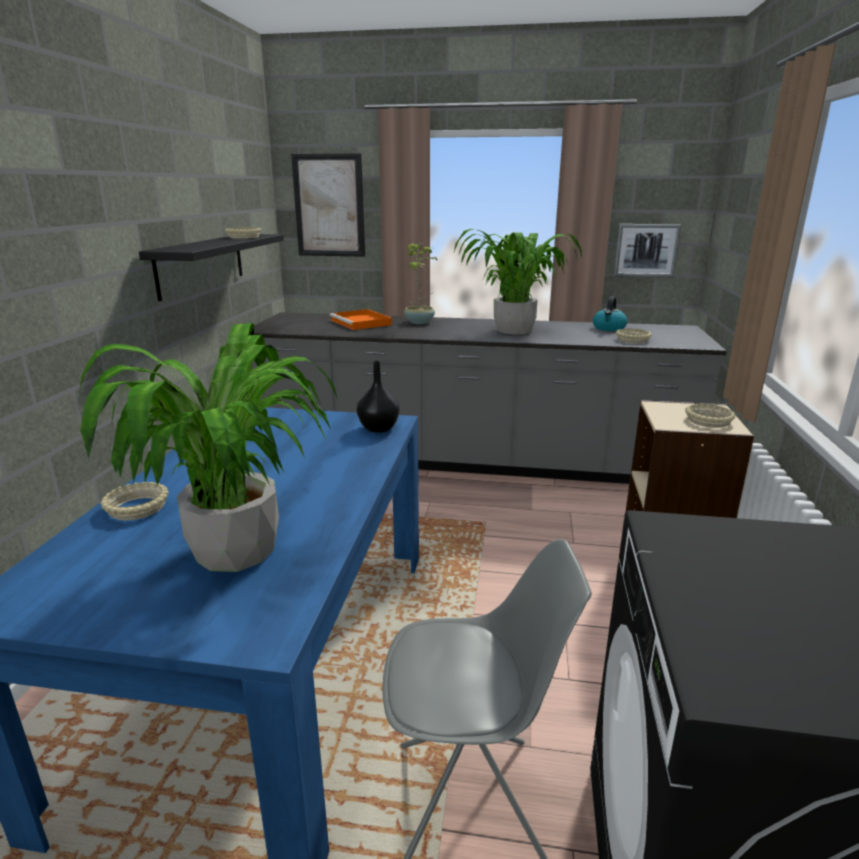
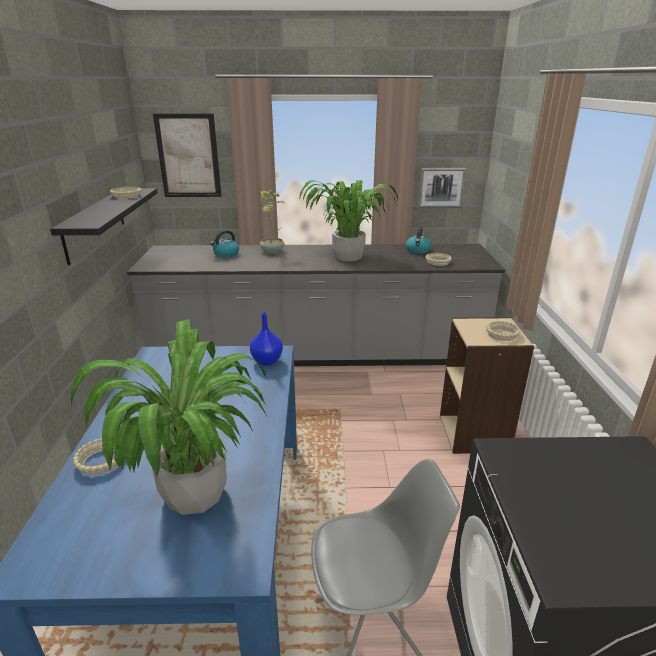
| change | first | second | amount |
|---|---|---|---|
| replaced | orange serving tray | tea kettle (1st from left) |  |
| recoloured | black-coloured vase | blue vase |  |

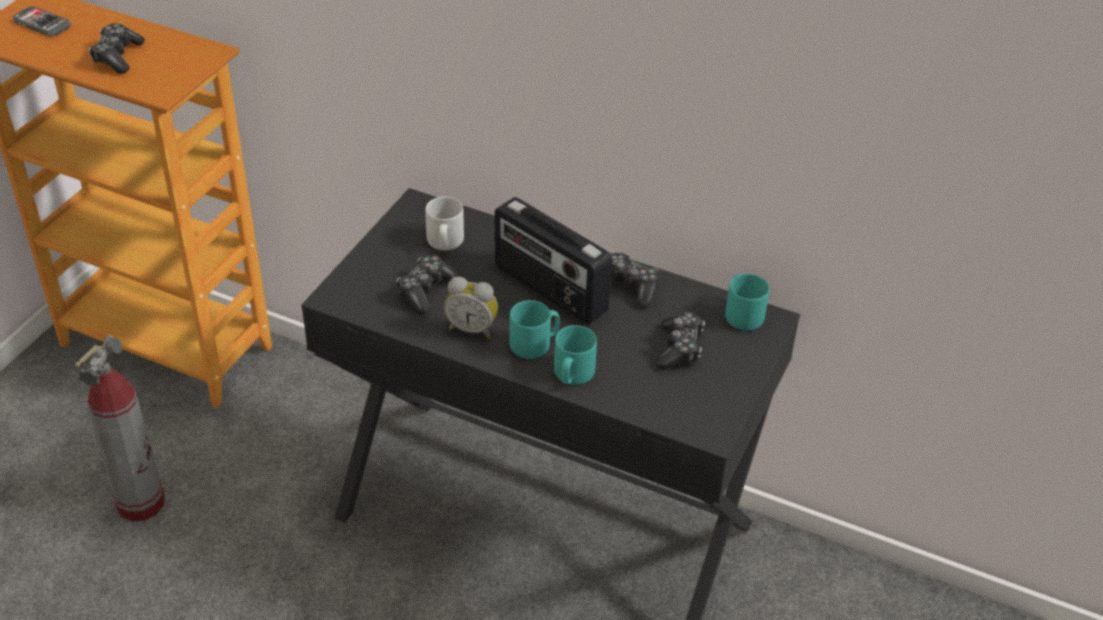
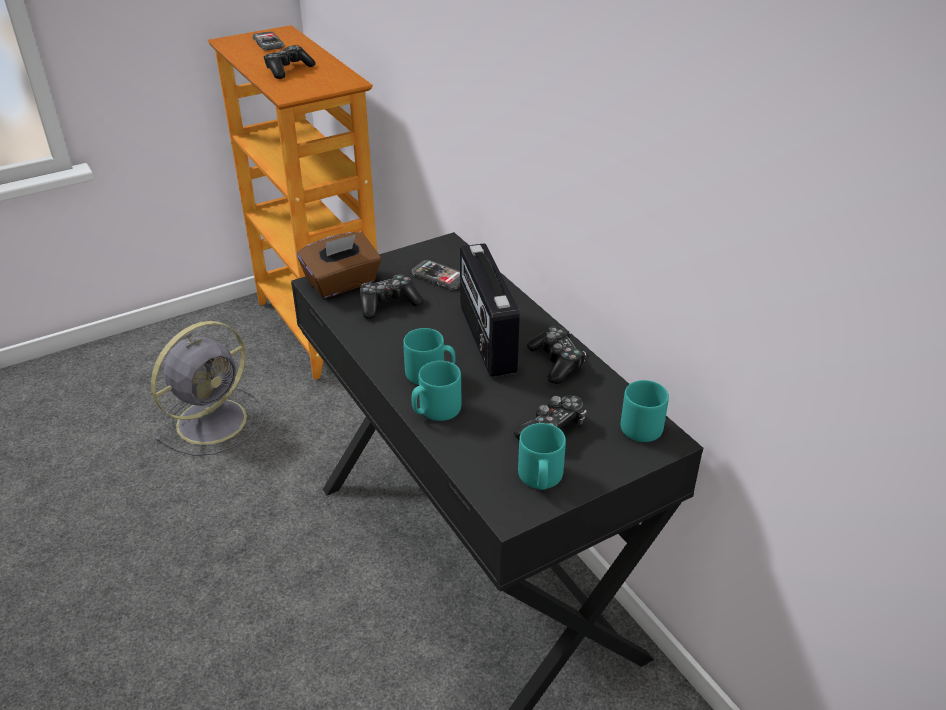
| change | first | second | amount |
|---|---|---|---|
| replaced | fire-fighting cylinder | greyish cooling fan |  |
| added |  | brownish tissue holder |  |
| replaced | greyish tea mug | telephone (2nd from left) |  |
| added |  | turquoise tea mug (3rd from left) |  |
| removed | table clock |  |  |

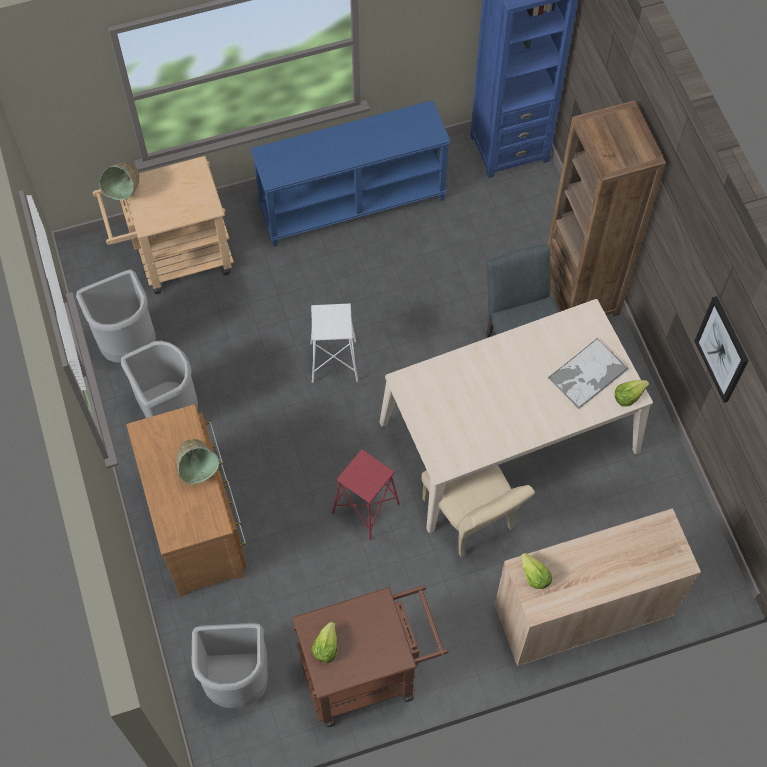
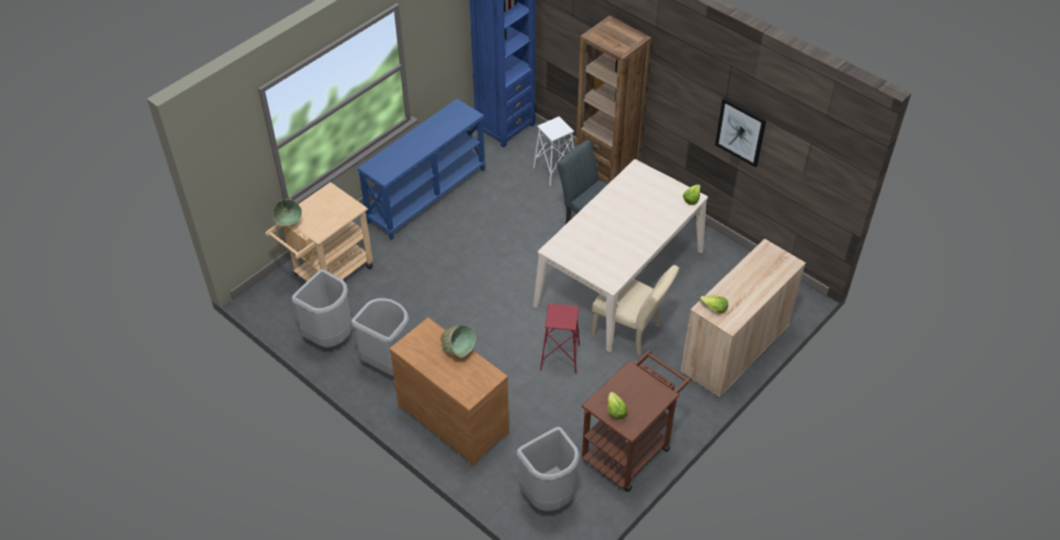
| change | first | second | amount |
|---|---|---|---|
| moved | whitish stool |  |  |
| removed | serving tray |  |  |

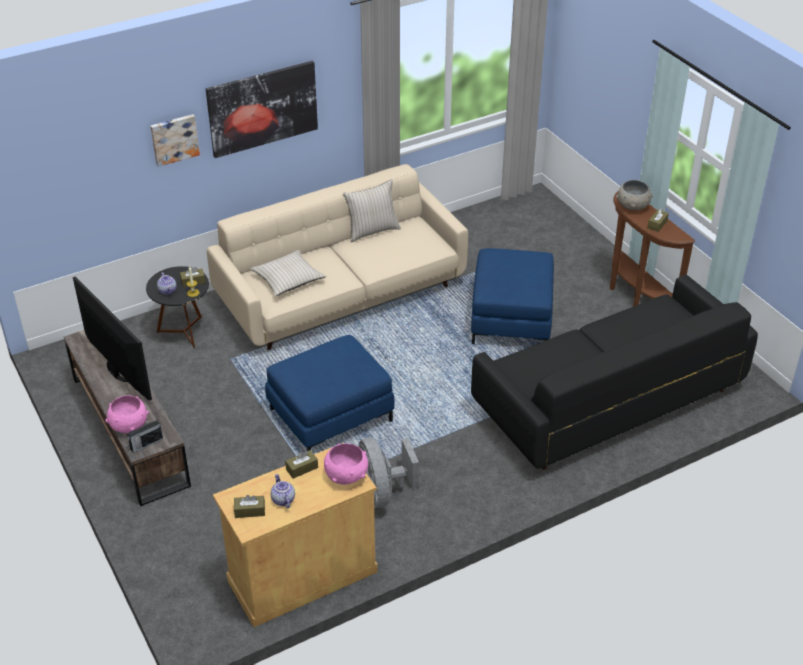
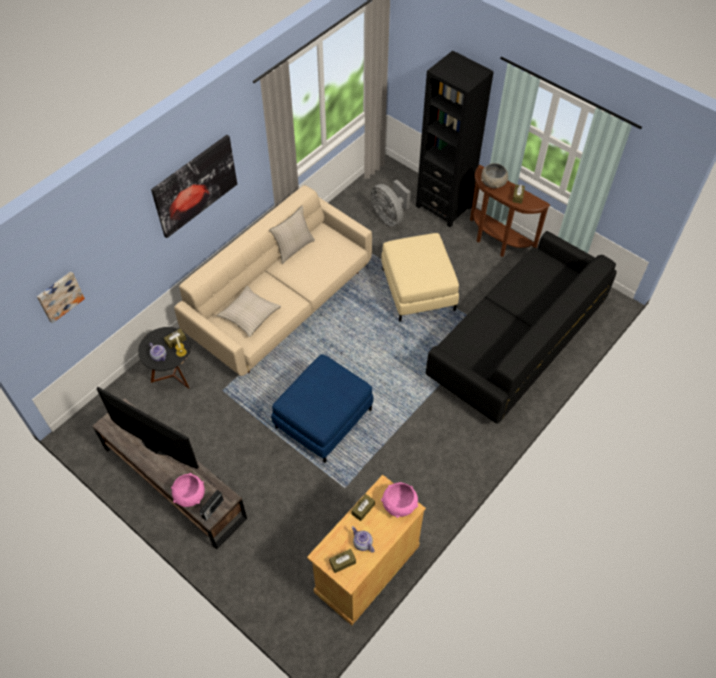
| change | first | second | amount |
|---|---|---|---|
| moved | picture (1st from left) |  |  |
| moved | greyish cooling fan |  |  |
| recoloured | blue footrest (2nd from left) | sand-coloured footrest |  |
| added |  | black-coloured bookcase |  |

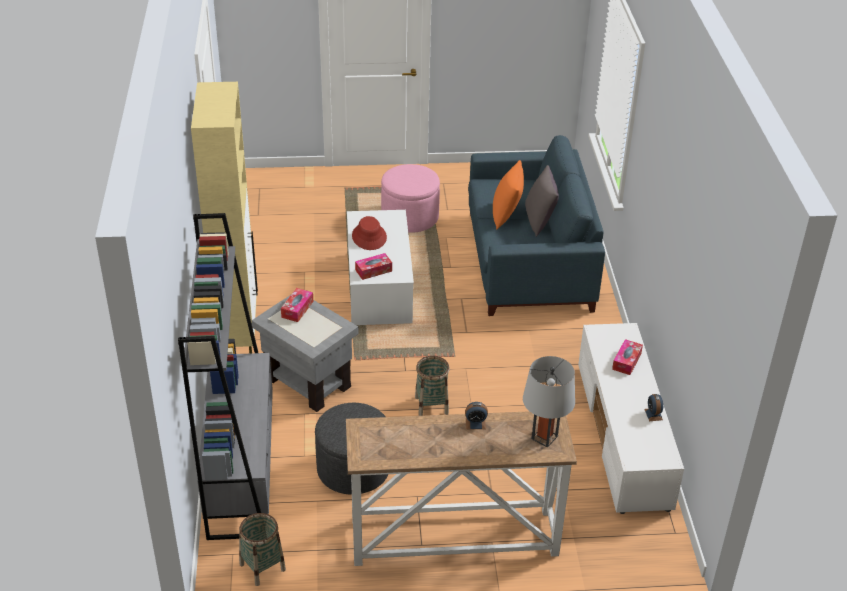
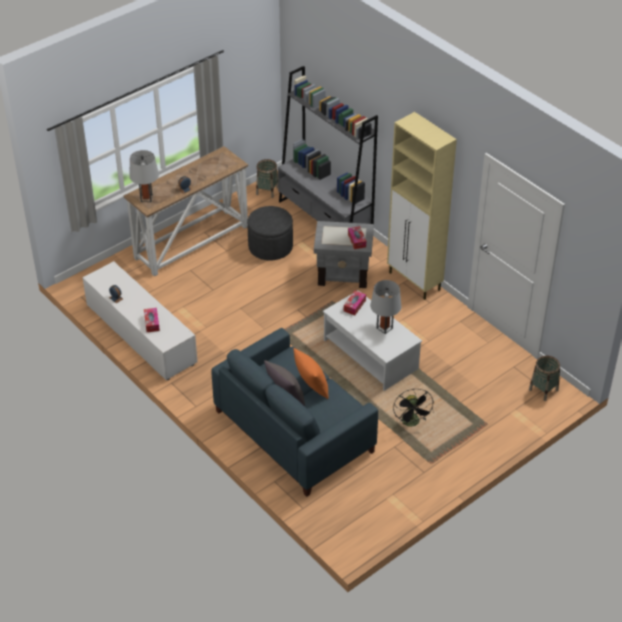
| change | first | second | amount |
|---|---|---|---|
| replaced | red wearable hat | greyish table lamp (2nd from left) |  |
| replaced | pink footrest | black-coloured cooling fan |  |
| moved | household basket (2nd from left) |  |  |

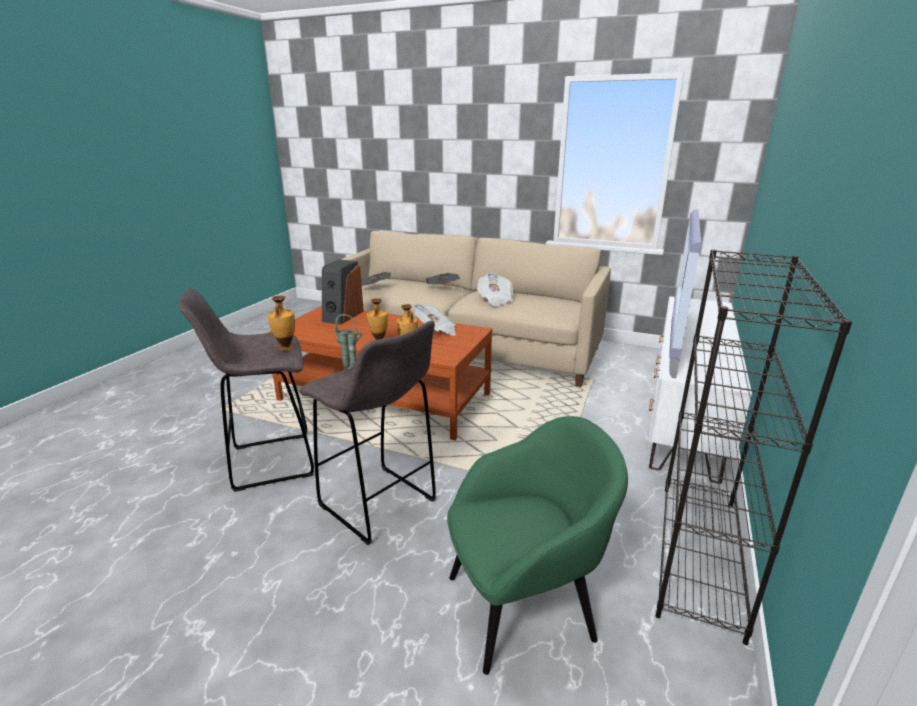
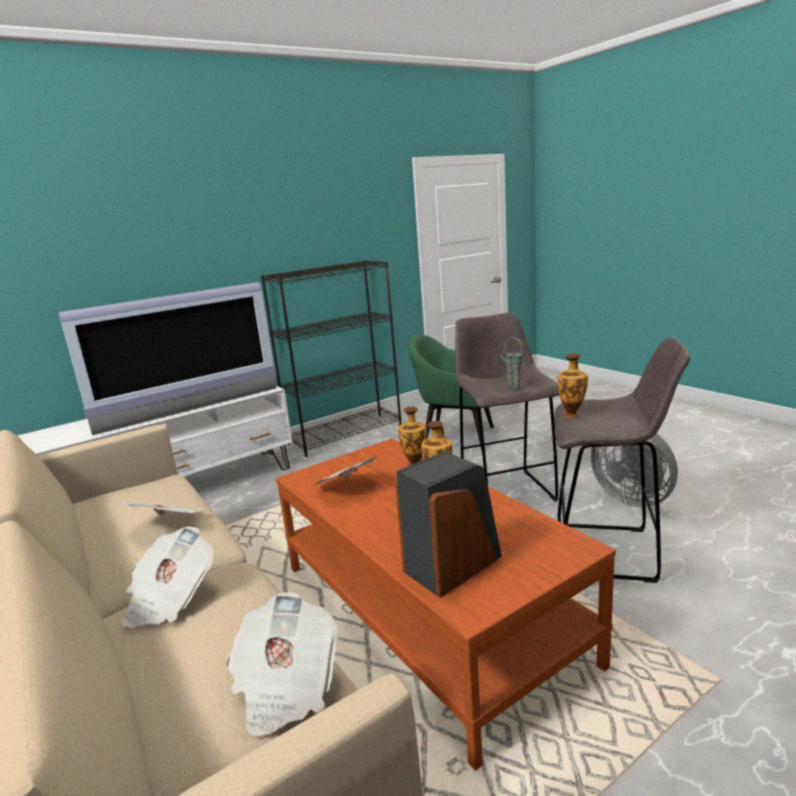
| change | first | second | amount |
|---|---|---|---|
| added |  | greyish cooling fan |  |

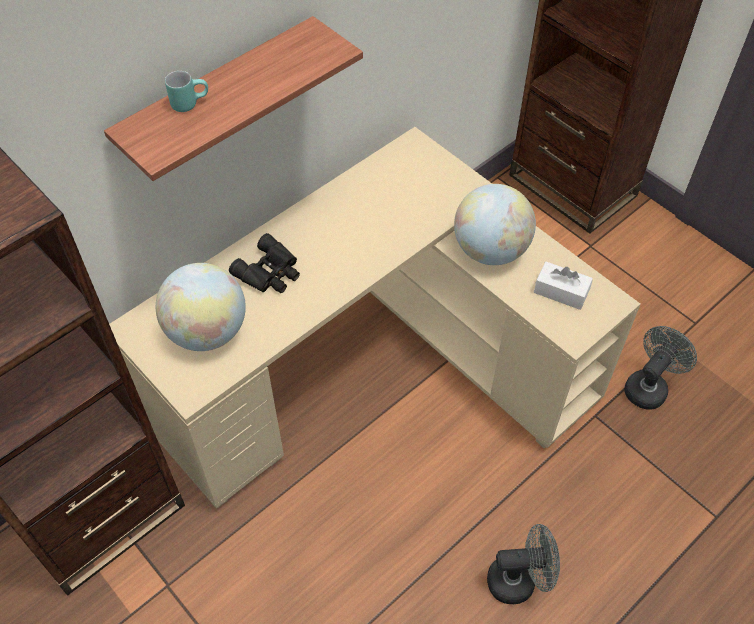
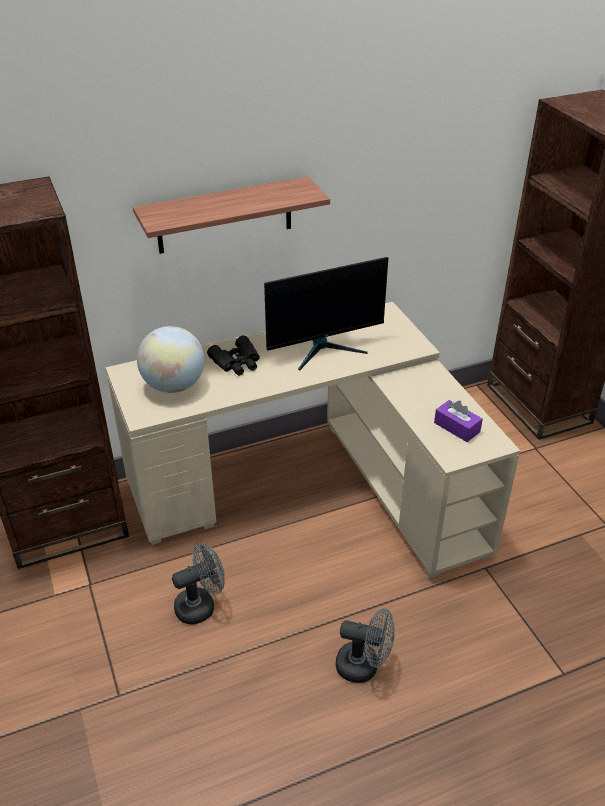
| change | first | second | amount |
|---|---|---|---|
| moved | greyish cooling fan (2nd from left in the first image) | greyish cooling fan (1st from left) |  |
| added |  | monitor |  |
| recoloured | whitish tissue holder | purple-coloured tissue holder |  |
| removed | turquoise tea mug |  |  |
| removed | world globe (2nd from left) |  |  |

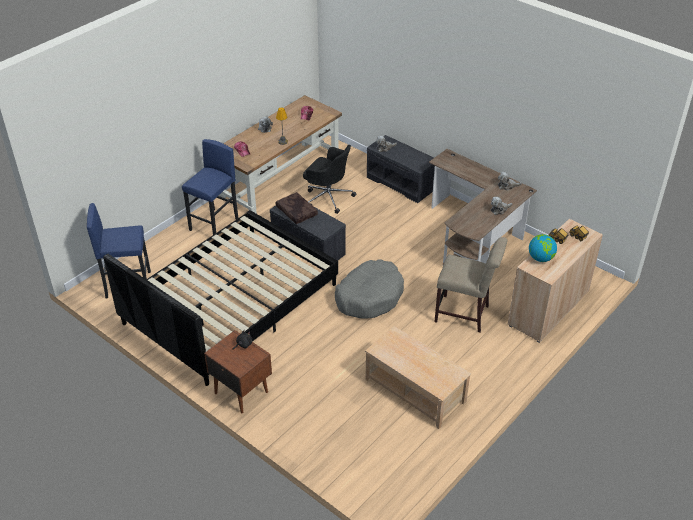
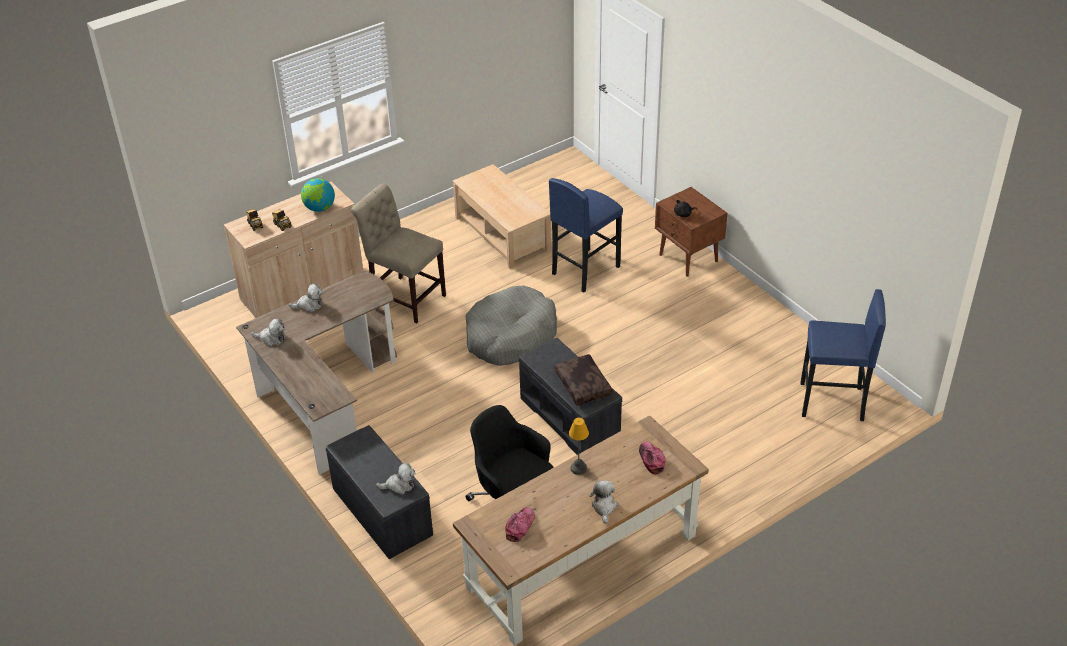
| change | first | second | amount |
|---|---|---|---|
| moved | blue stool (2nd from left in the first image) | blue stool (1st from left) |  |
| removed | black-coloured bedroom bed |  |  |

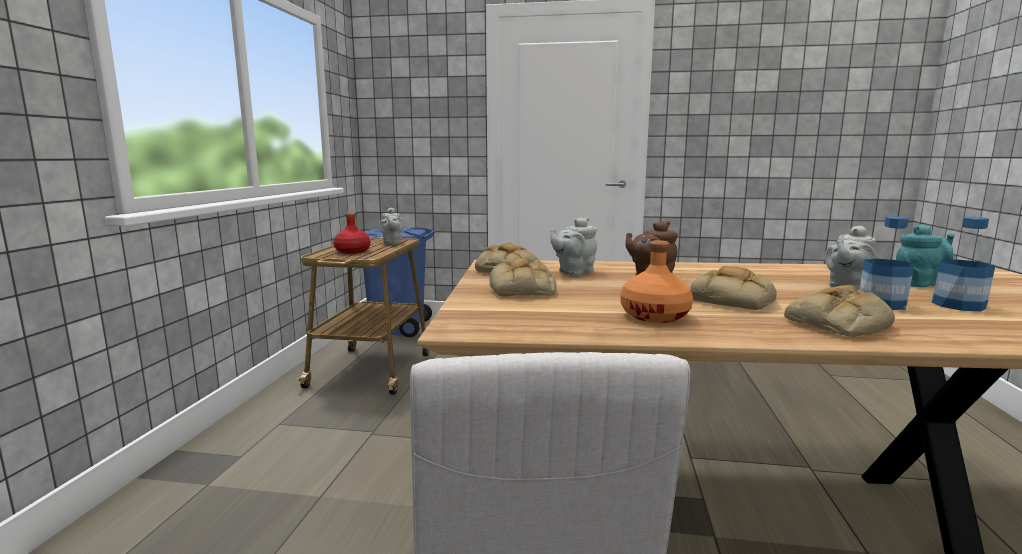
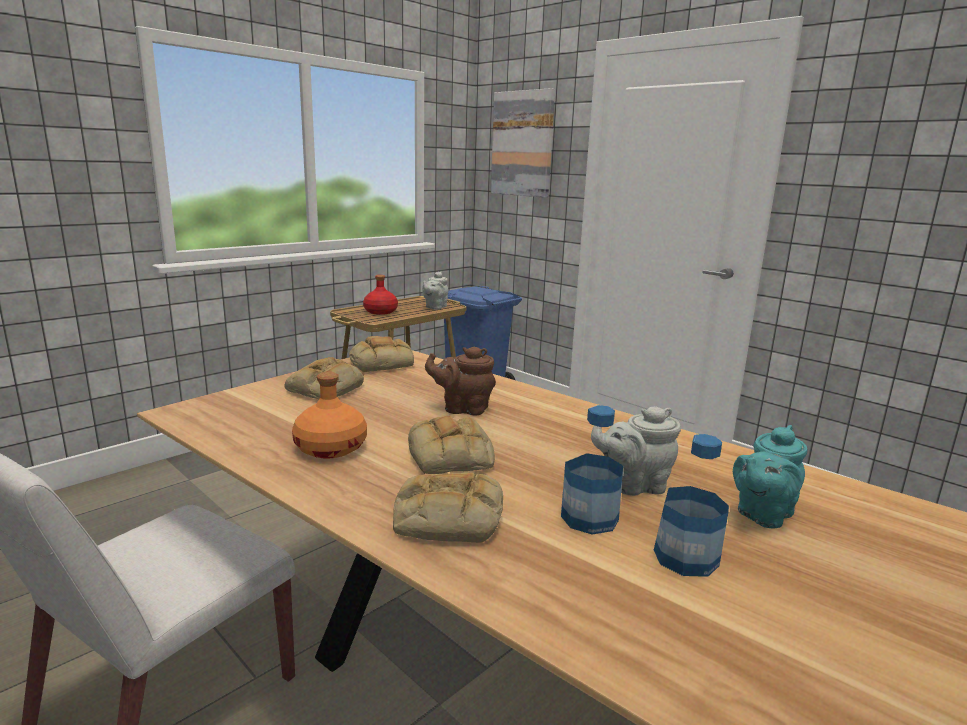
| change | first | second | amount |
|---|---|---|---|
| added |  | picture |  |
| turned | turquoise tea pot |  | 120 degrees clockwise |
| removed | greyish tea pot (2nd from left) |  |  |

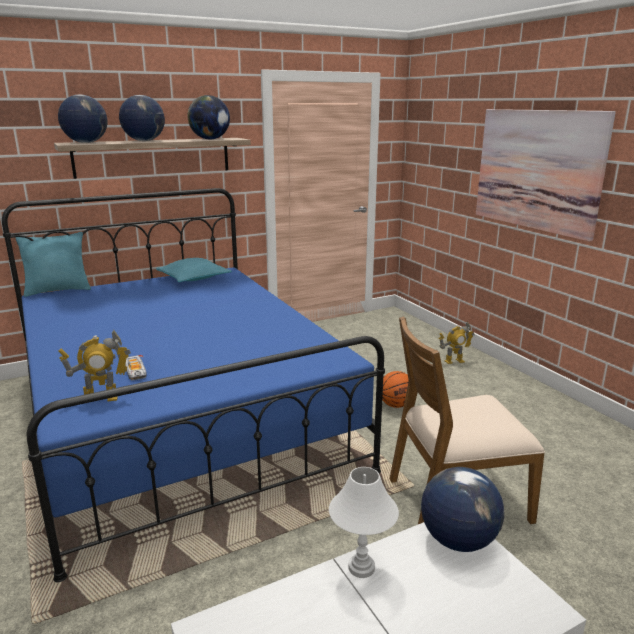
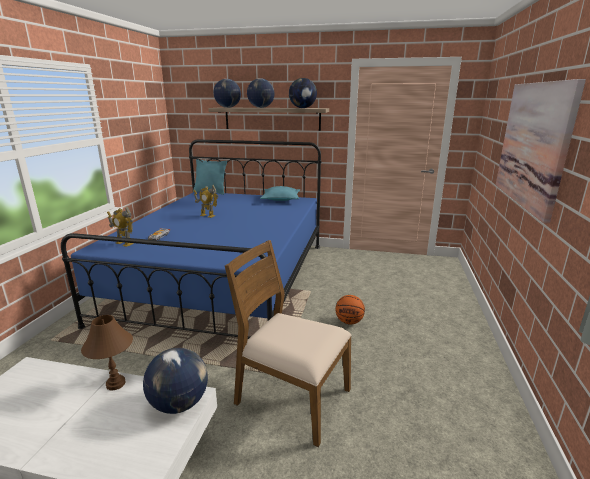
| change | first | second | amount |
|---|---|---|---|
| recoloured | whitish table lamp | brownish table lamp |  |
| moved | model robot (2nd from left) |  |  |

